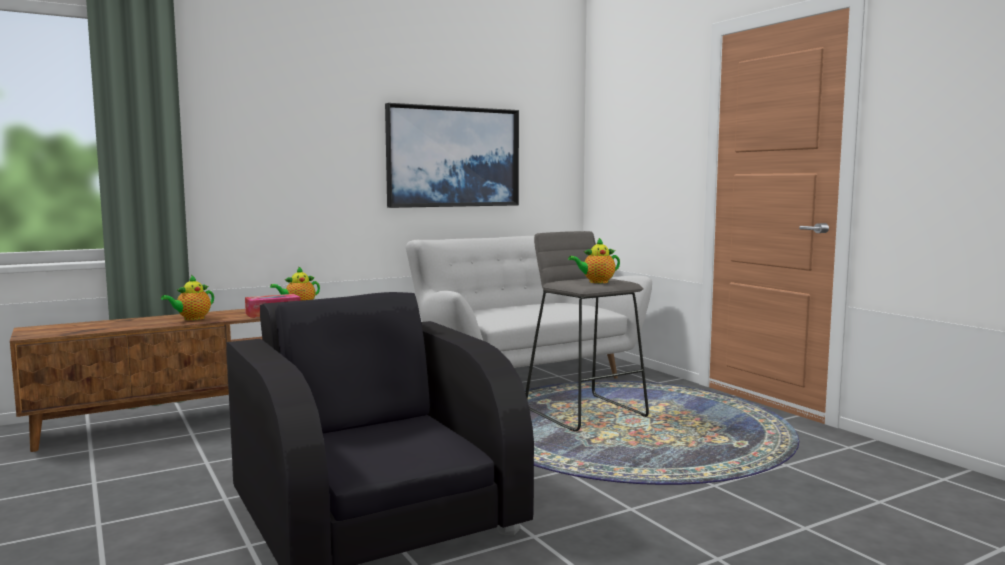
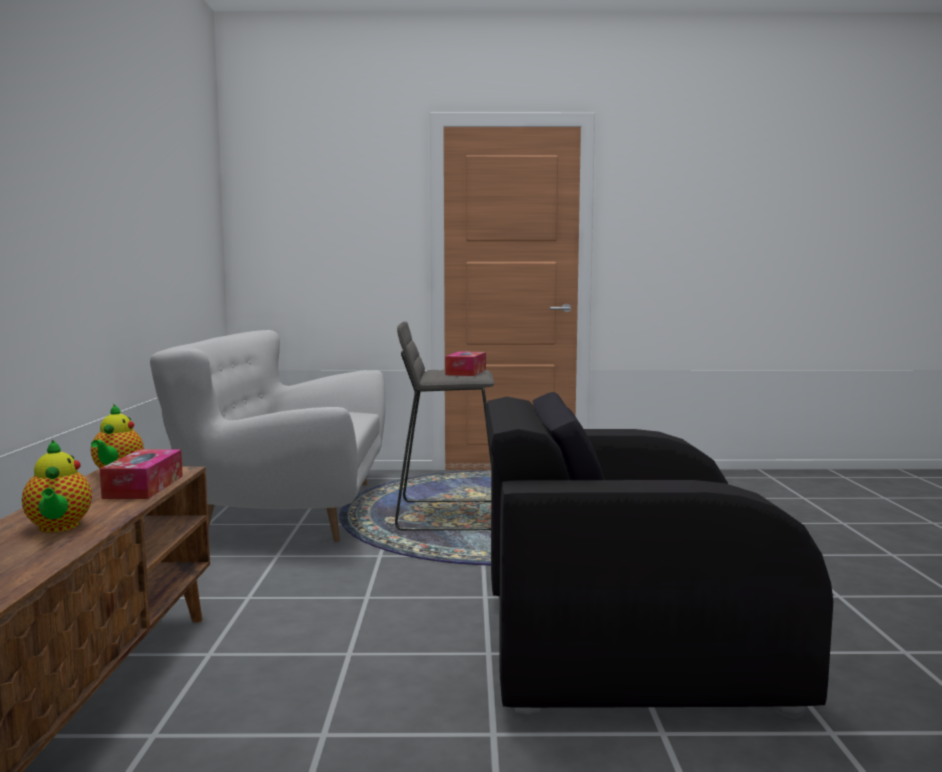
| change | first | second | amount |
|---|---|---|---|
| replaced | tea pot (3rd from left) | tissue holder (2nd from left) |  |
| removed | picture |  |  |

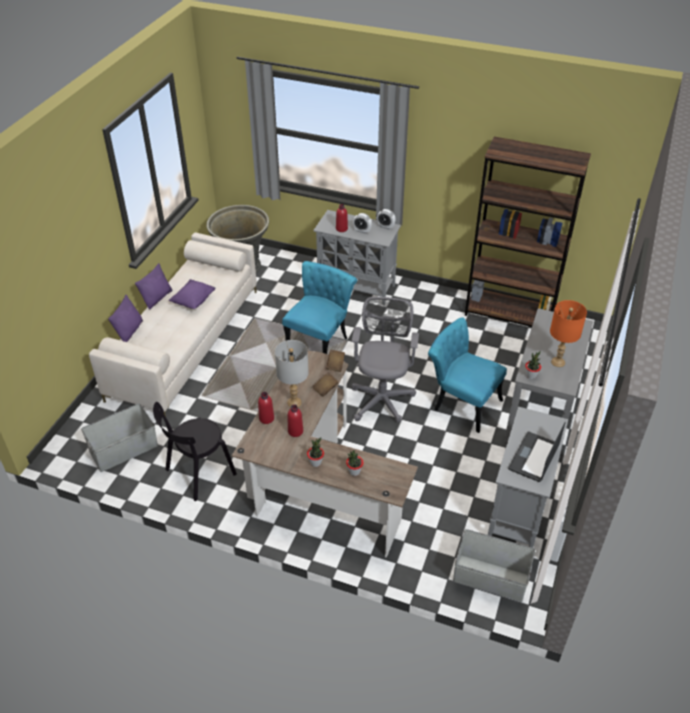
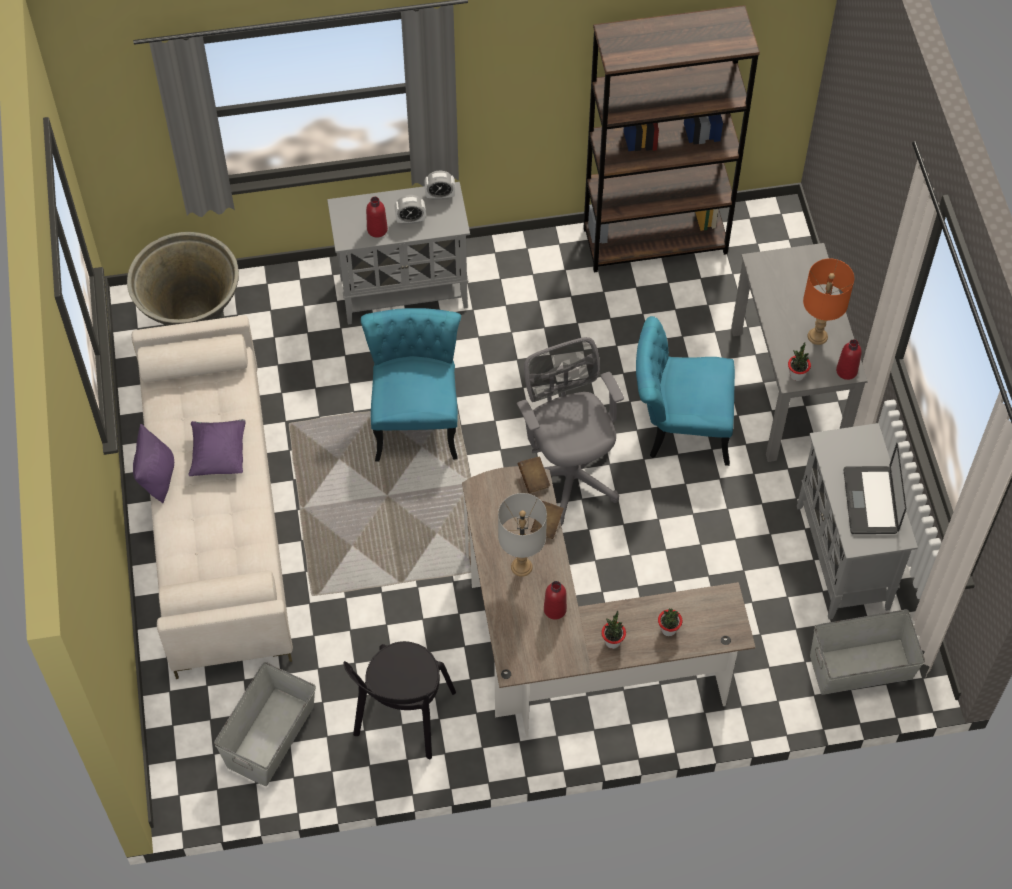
| change | first | second | amount |
|---|---|---|---|
| moved | red drink bottle (1st from left in the first image) | red drink bottle (3rd from left) |  |
| removed | purple-coloured throw pillow (1st from left) |  |  |

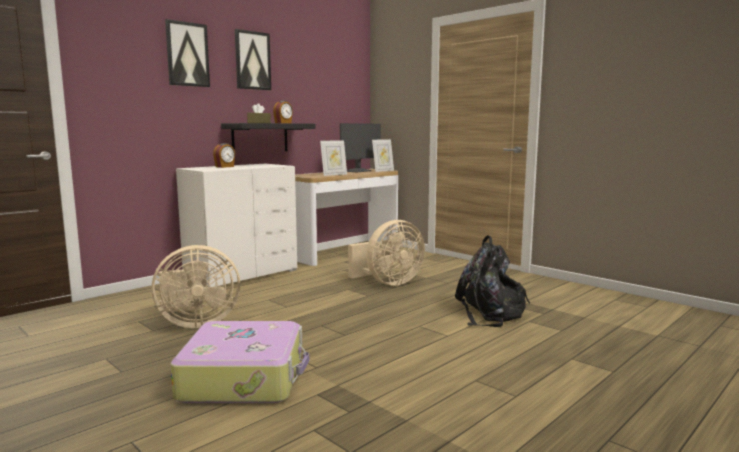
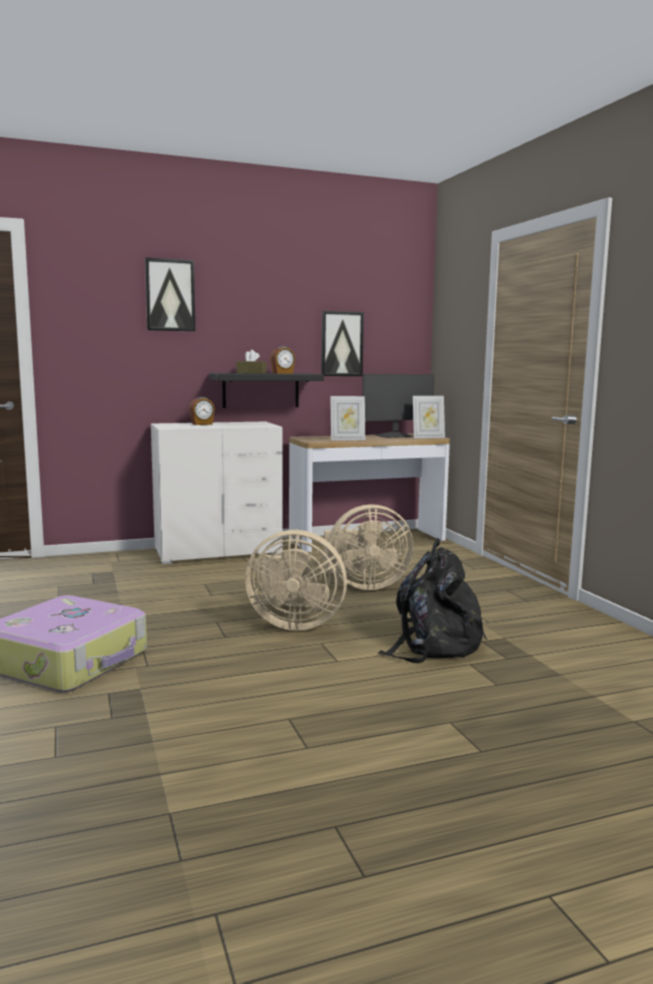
| change | first | second | amount |
|---|---|---|---|
| moved | sand-coloured cooling fan (1st from left) |  |  |
| moved | picture (2nd from left) |  |  |

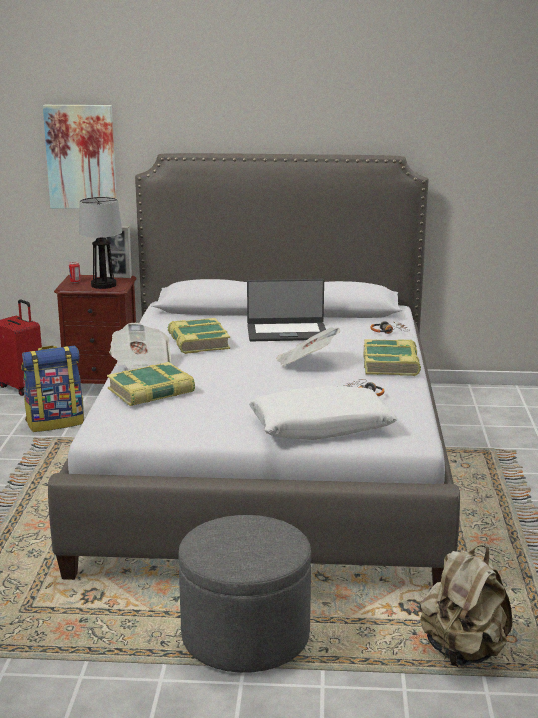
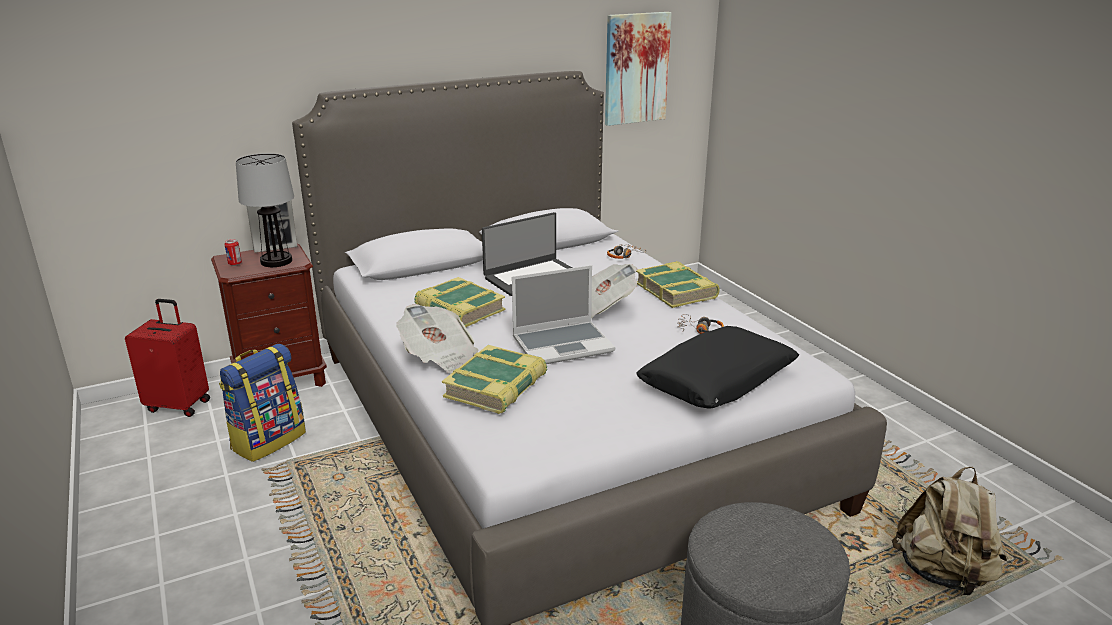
| change | first | second | amount |
|---|---|---|---|
| added |  | notebook computer (2nd from left) |  |
| moved | picture |  |  |
| recoloured | whitish throw pillow | black-coloured throw pillow |  |

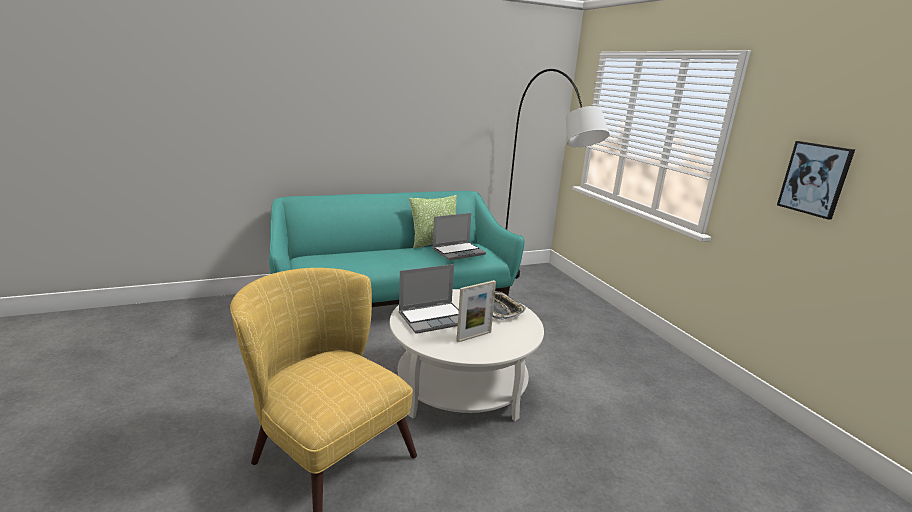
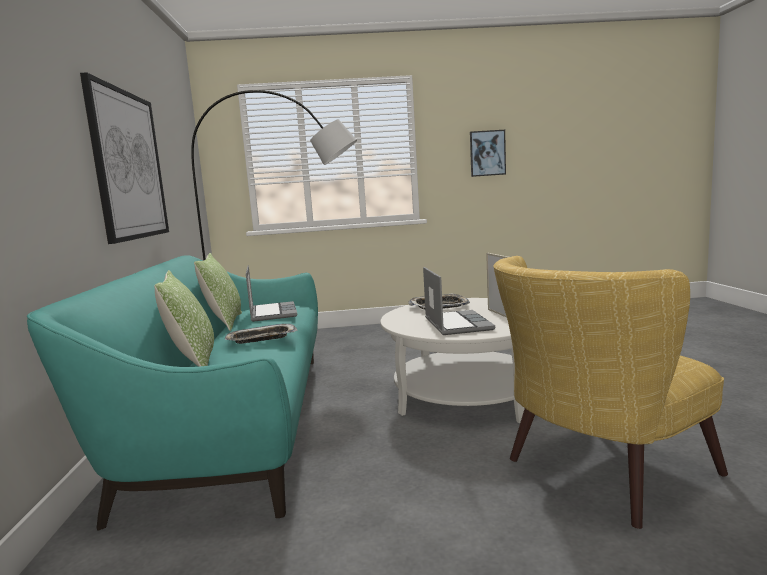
| change | first | second | amount |
|---|---|---|---|
| added |  | picture (1st from left) |  |
| added |  | throw pillow (1st from left) |  |
| added |  | serving tray (1st from left) |  |

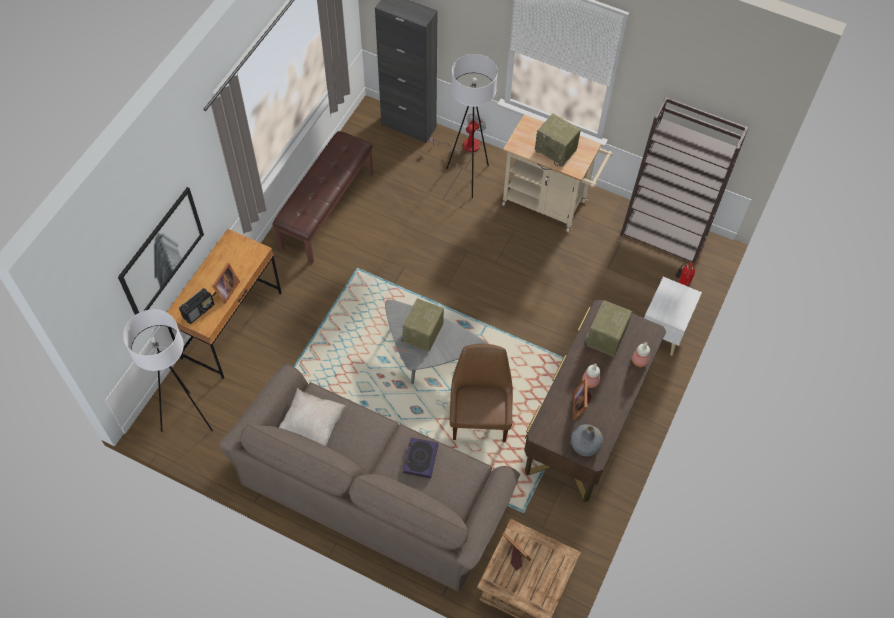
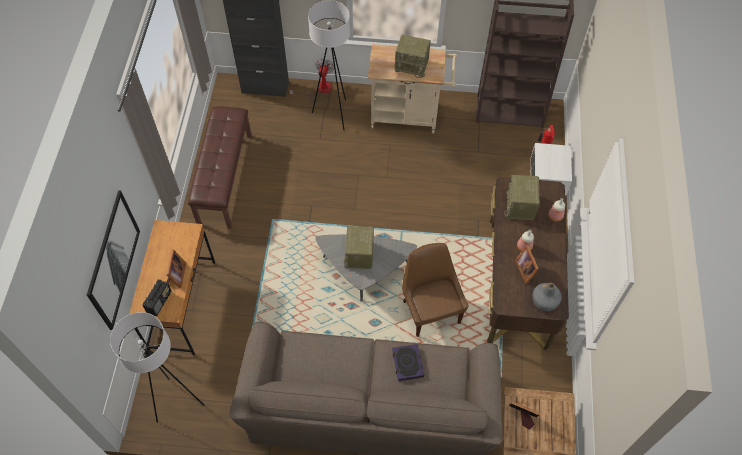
| change | first | second | amount |
|---|---|---|---|
| removed | sand-coloured throw pillow |  |  |

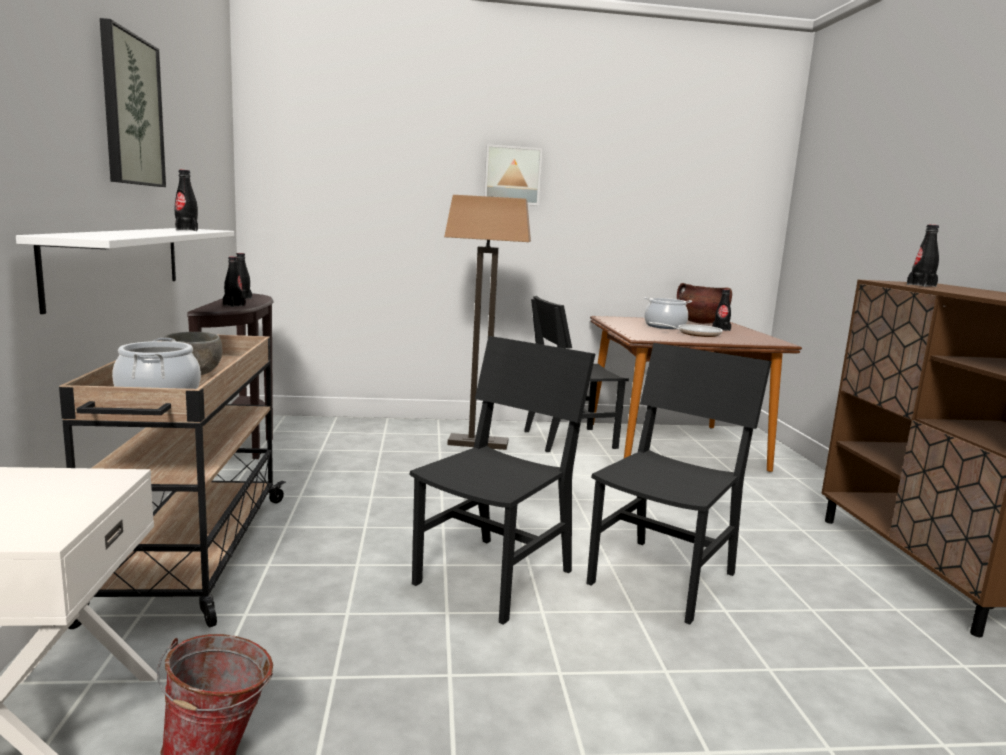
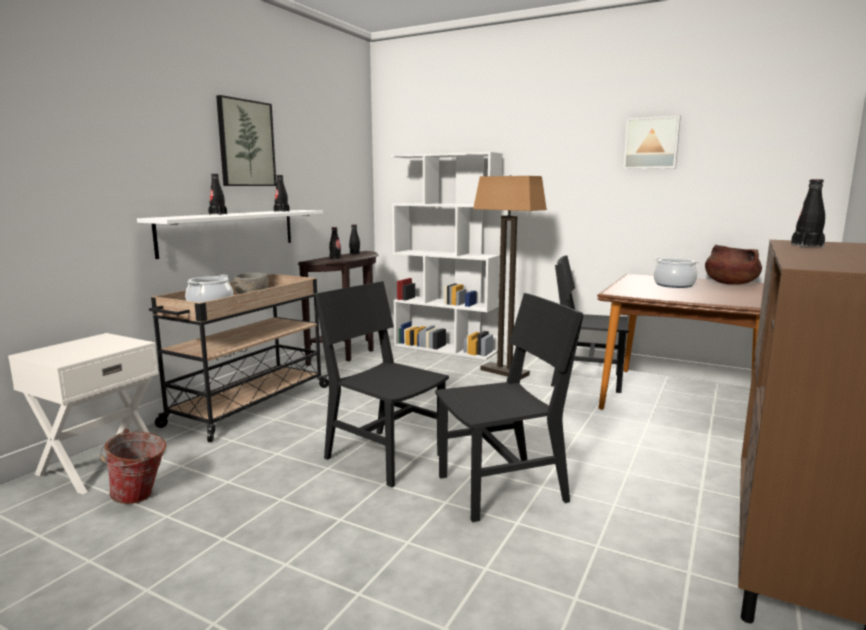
| change | first | second | amount |
|---|---|---|---|
| moved | black-coloured drink bottle (4th from left in the first image) | black-coloured drink bottle (1st from left) |  |
| turned | black-coloured upright chair (1st from left) |  | 120 degrees counterclockwise |
| added |  | whitish bookcase |  |
| moved | picture (2nd from left) |  |  |
| removed | frying pan |  |  |

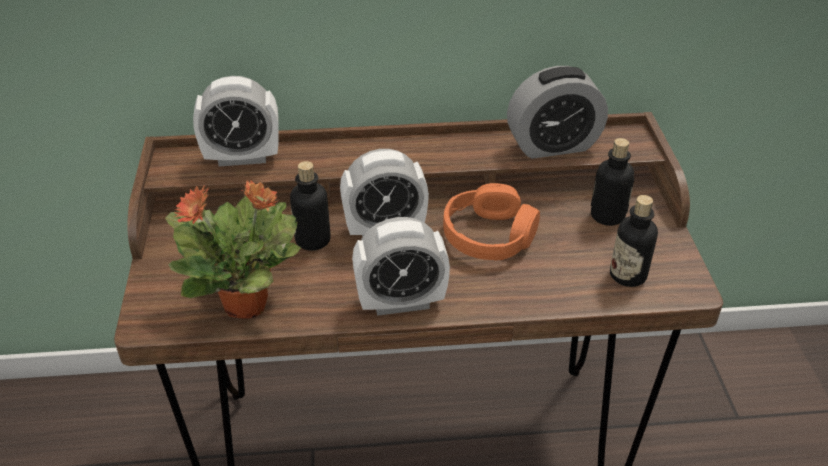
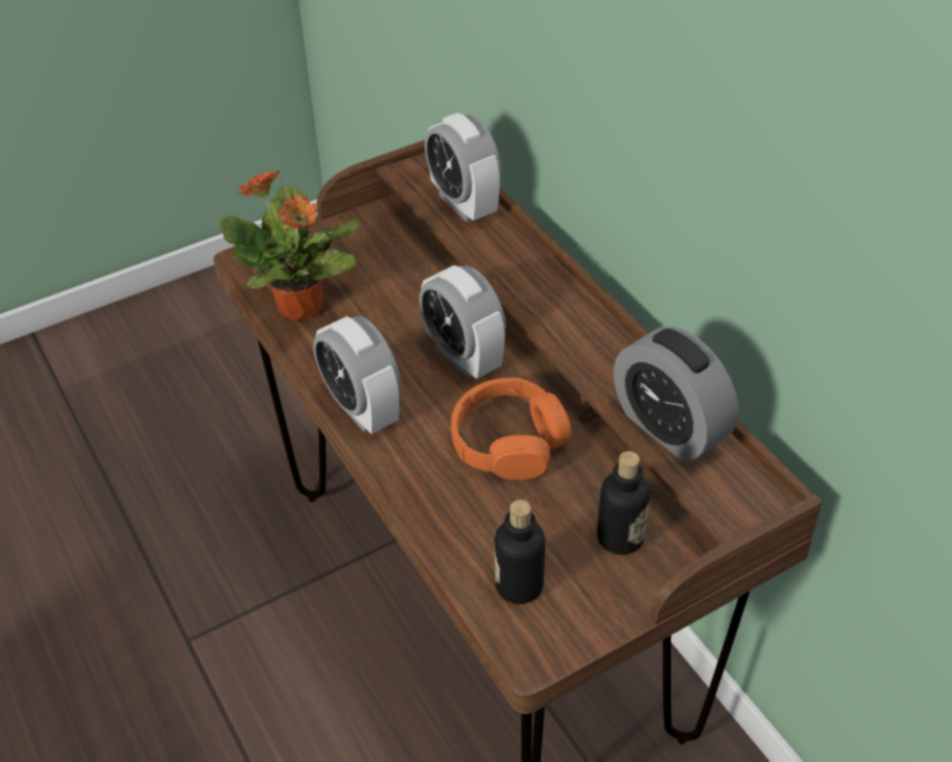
| change | first | second | amount |
|---|---|---|---|
| removed | drink bottle (1st from left) |  |  |

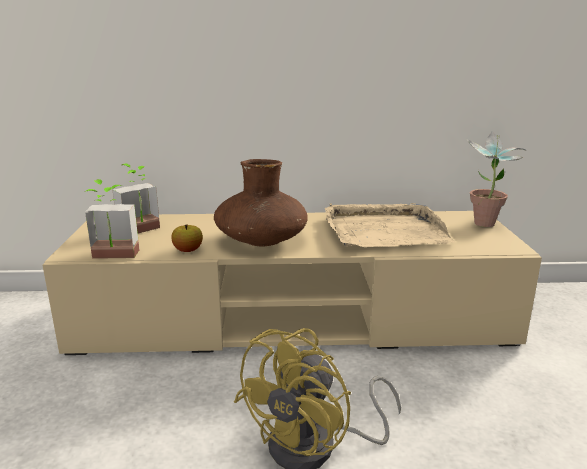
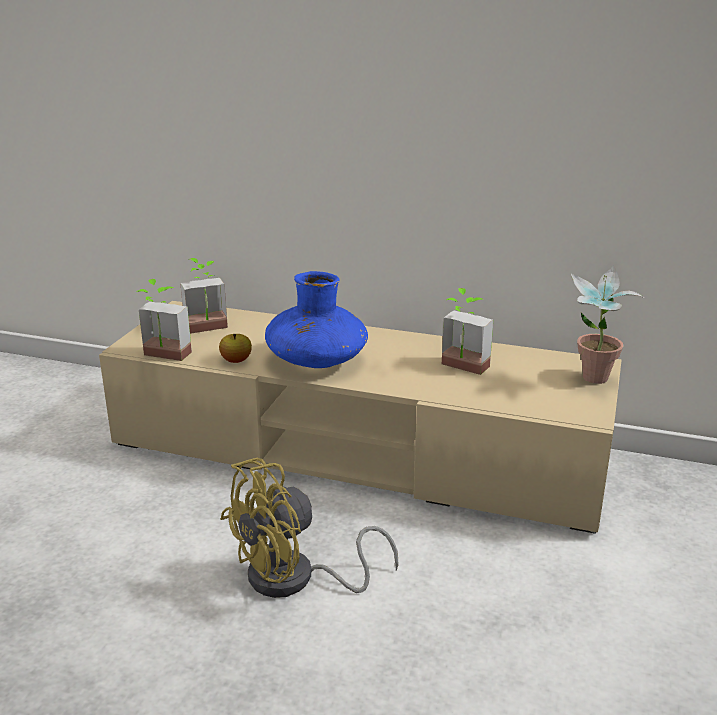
| change | first | second | amount |
|---|---|---|---|
| recoloured | brownish vase | blue vase |  |
| replaced | sand-coloured serving tray | plant in a pot (3rd from left) |  |

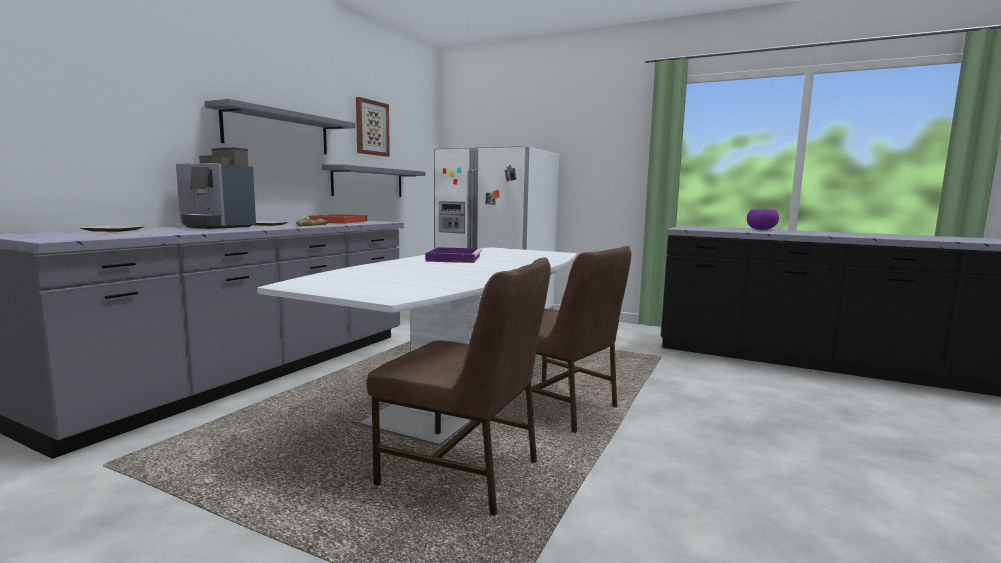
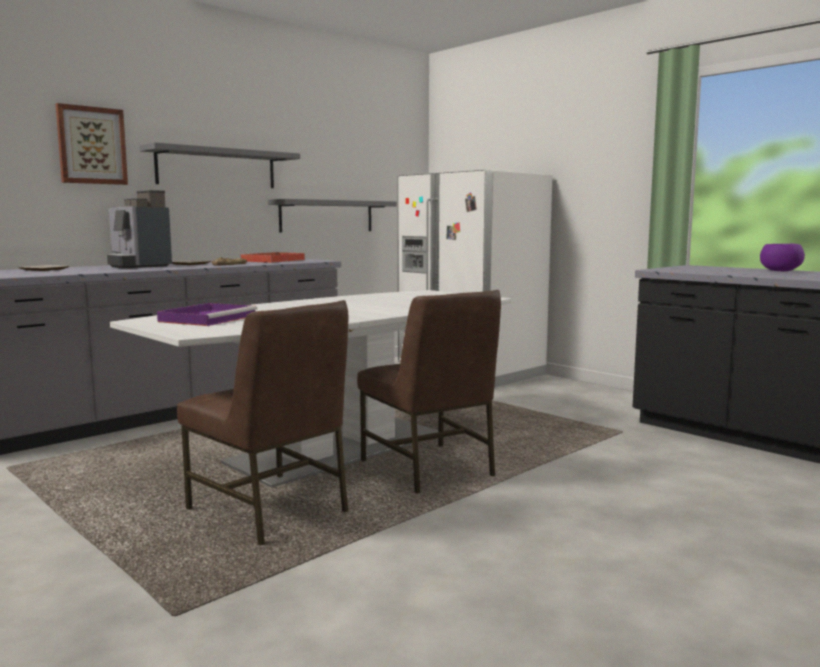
| change | first | second | amount |
|---|---|---|---|
| moved | picture |  |  |
| moved | purple-coloured serving tray |  |  |

